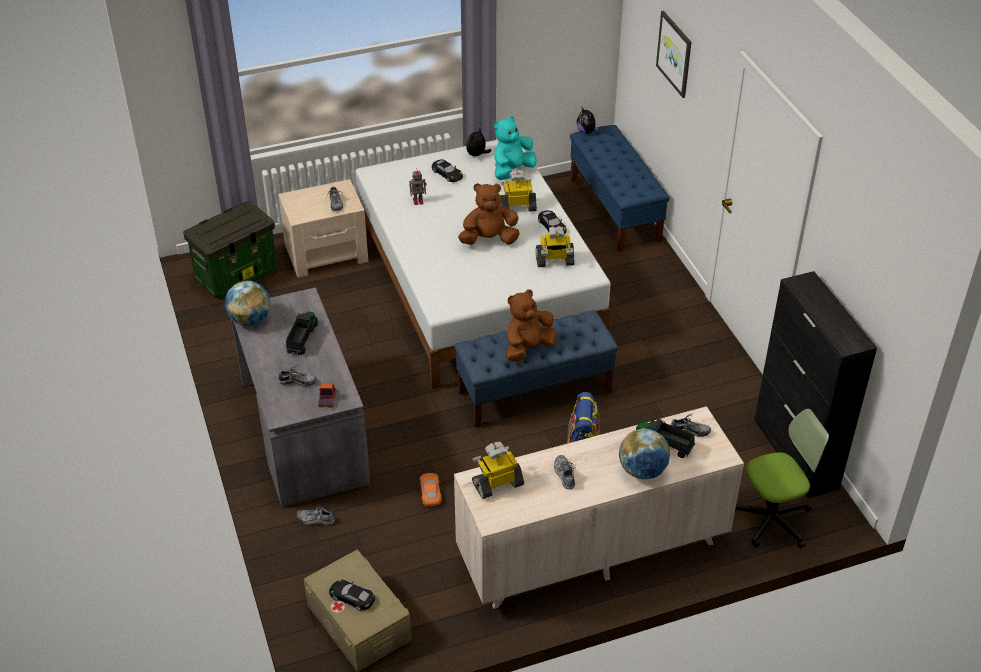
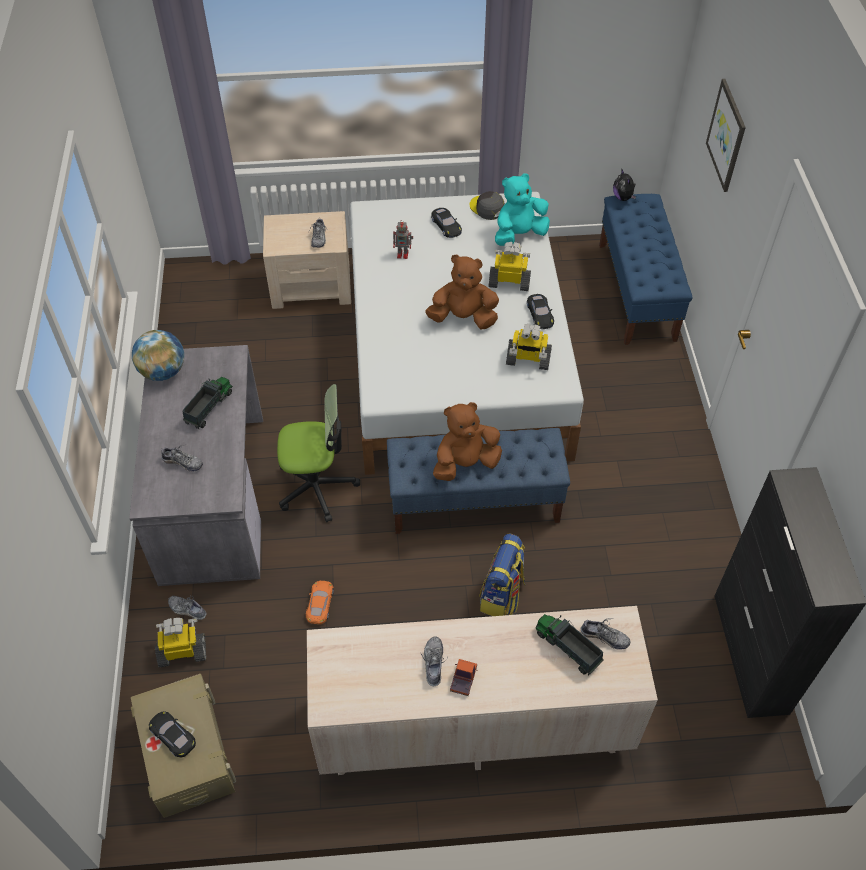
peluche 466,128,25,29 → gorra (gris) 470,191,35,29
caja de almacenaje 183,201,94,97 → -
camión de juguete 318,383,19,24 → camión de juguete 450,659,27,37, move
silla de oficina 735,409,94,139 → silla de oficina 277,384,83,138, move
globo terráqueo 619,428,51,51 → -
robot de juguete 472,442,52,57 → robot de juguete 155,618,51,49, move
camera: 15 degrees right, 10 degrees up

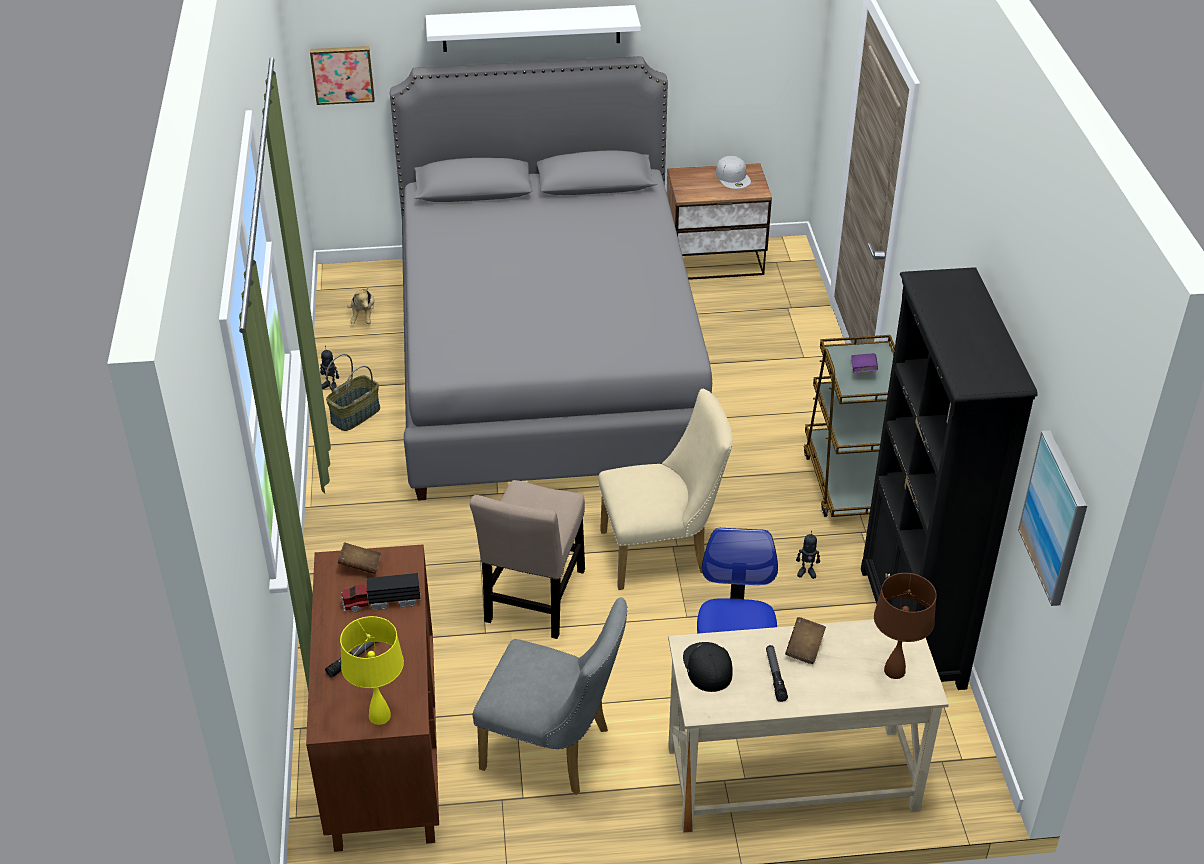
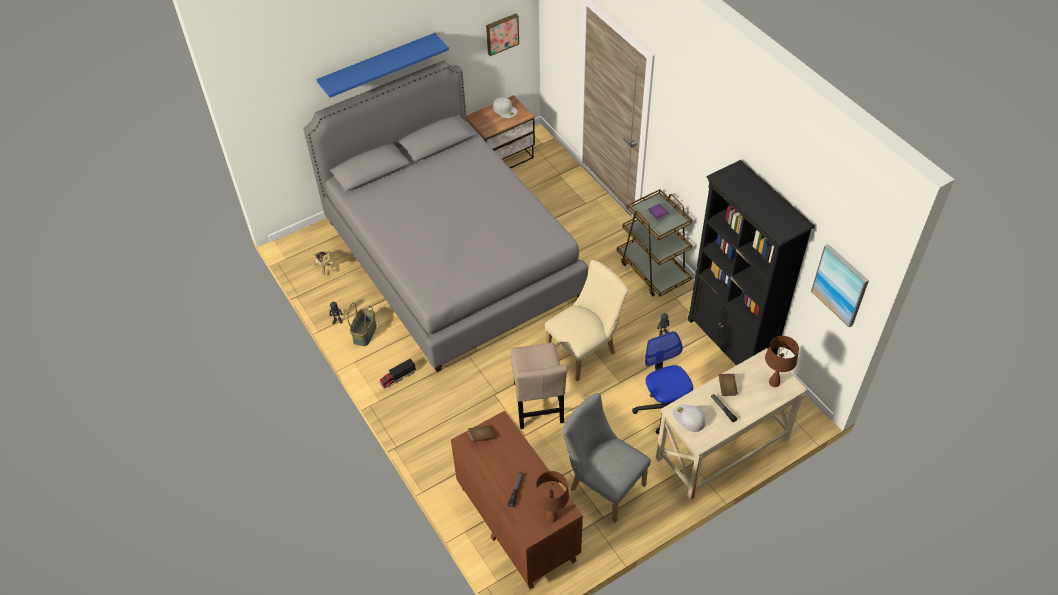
estante (blanco) 426,5,215,47 → estante (azul) 316,33,133,65
cuadro 310,46,65,59 → cuadro 486,14,33,42, move
camión de juguete 340,573,81,39 → camión de juguete 379,358,37,31, move
silla (gris) 473,597,154,198 → silla (gris) 562,393,89,130, 135 degrees counterclockwise
lámpara de mesa (amarillo) 340,616,64,109 → lámpara de mesa (marrón) 534,471,35,52
gorra (negro) 683,642,50,50 → gorra (blanco) 673,404,32,28
camera: 25 degrees left, 10 degrees up

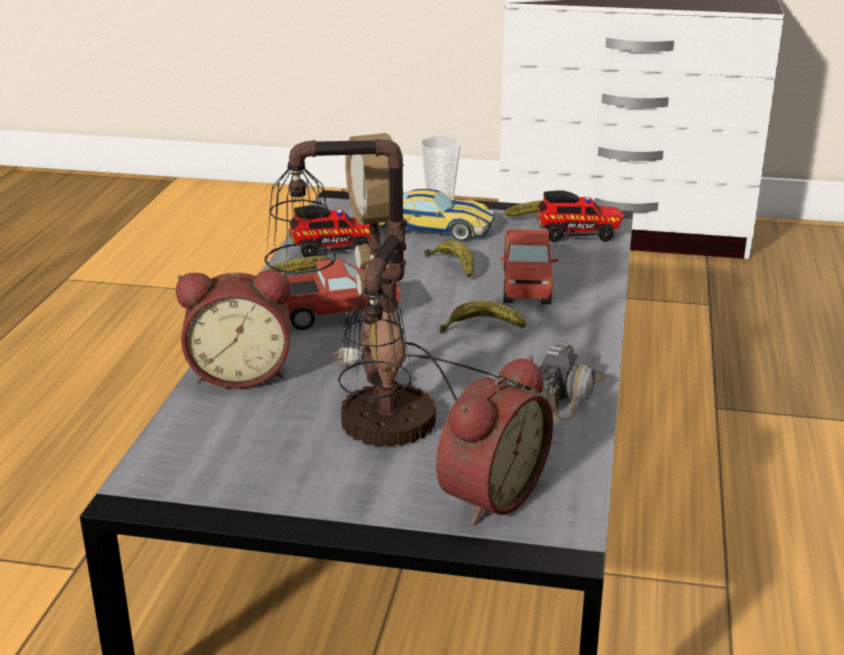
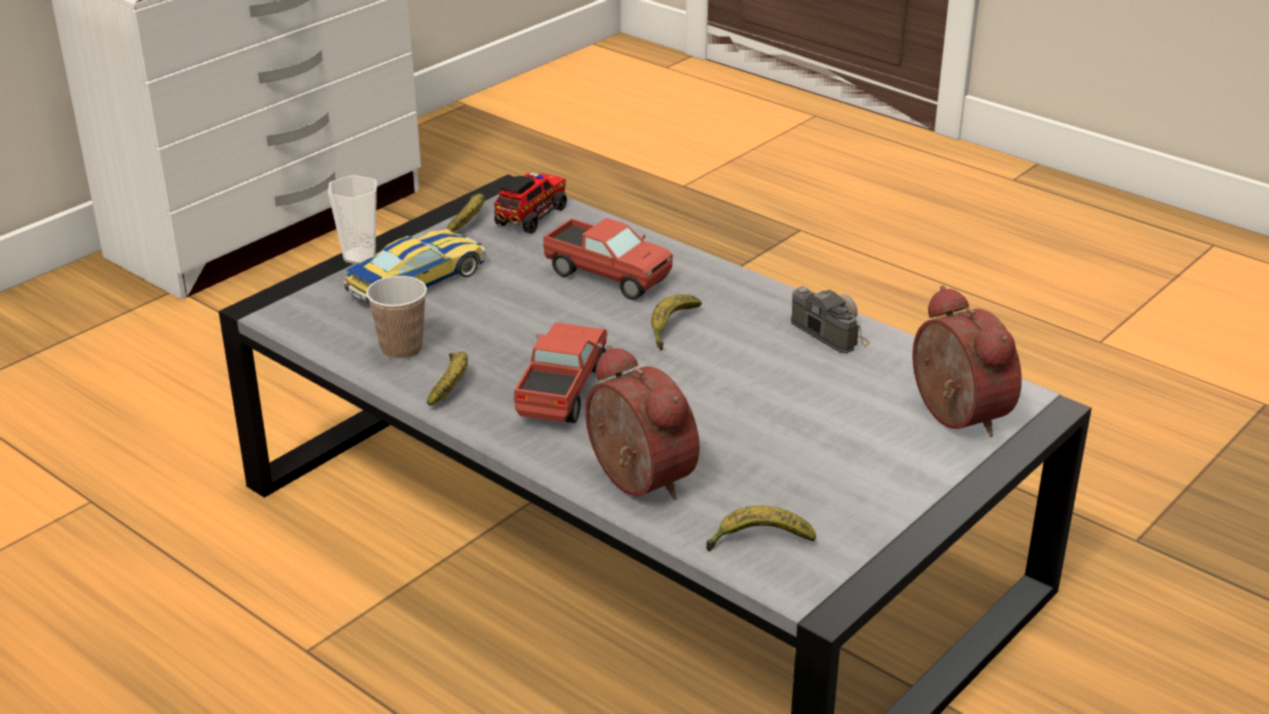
lámpara de mesa 265,133,243,314 → -
camión de juguete 288,205,82,52 → taza 366,276,61,84
plátano 424,240,50,38 → plátano 706,506,110,45, move
despertador 176,270,114,119 → despertador 585,345,115,155, 60 degrees counterclockwise
camera: 60 degrees left, 5 degrees up

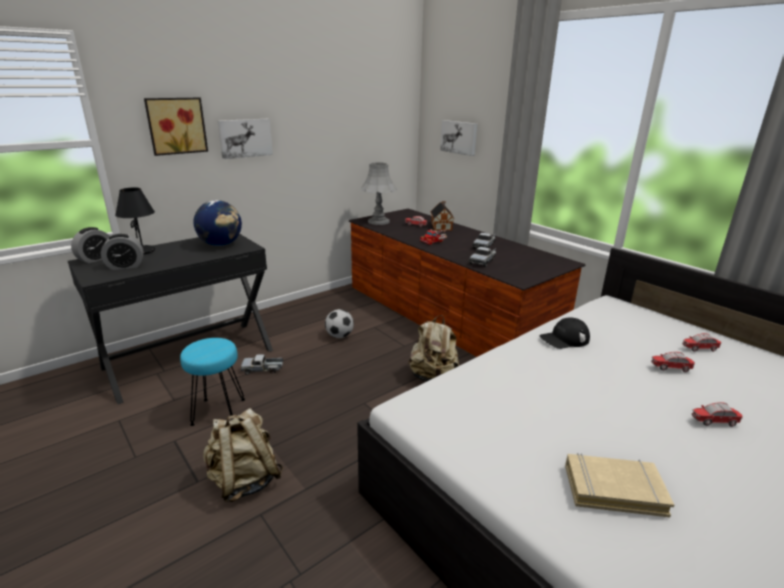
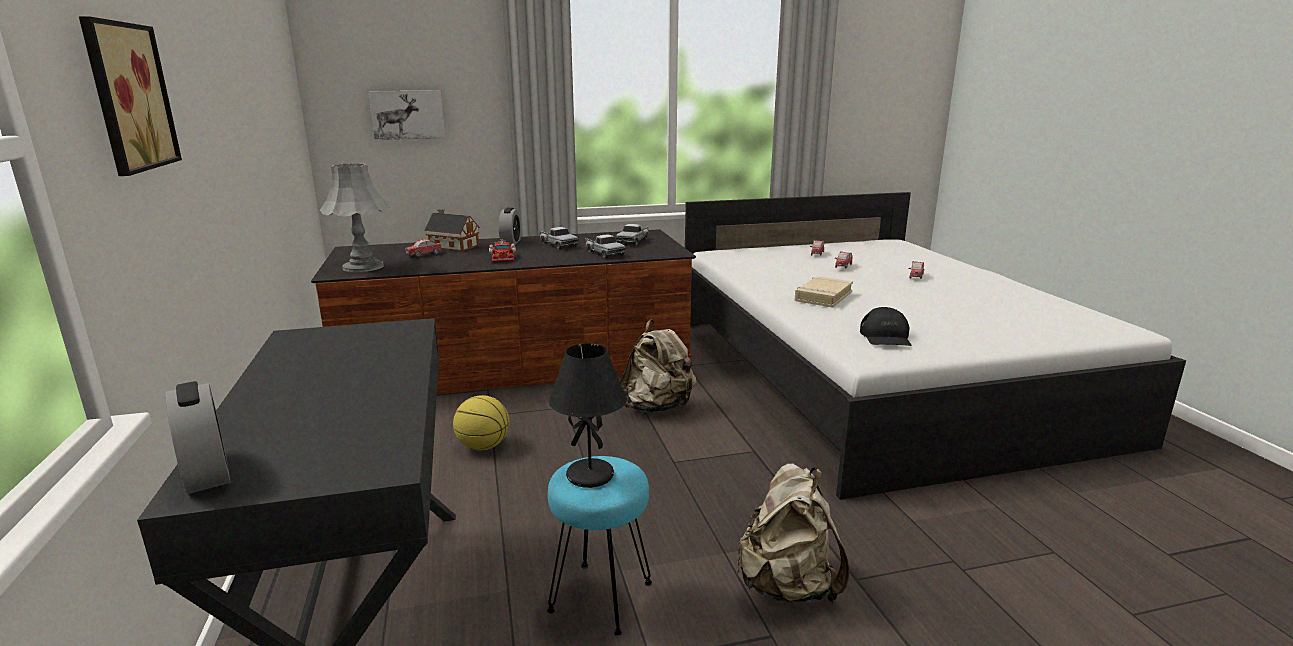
cuadro 217,119,56,40 → -
lámpara de mesa (negro) 115,188,40,67 → lámpara de mesa (negro) 549,343,78,145, move
globo terráqueo 193,200,49,46 → -
despertador 101,234,43,36 → despertador 499,208,22,37, move
balón de fútbol 325,309,29,29 → balón de baloncesto 453,395,56,55
gorra (negro) 539,318,51,31 → gorra (negro) 860,307,51,39, move
camión de juguete 241,354,42,20 → camión de juguete 615,224,34,22, move
libro (beis) 565,453,109,64 → libro (beis) 795,276,58,32, move
camera: 65 degrees left, 5 degrees down

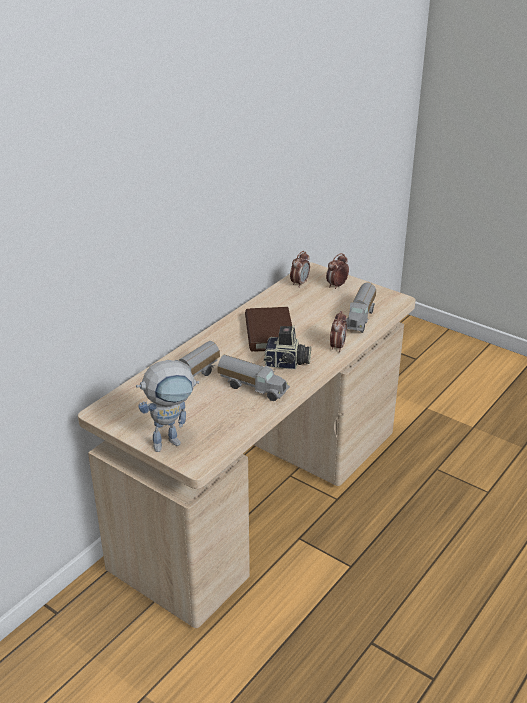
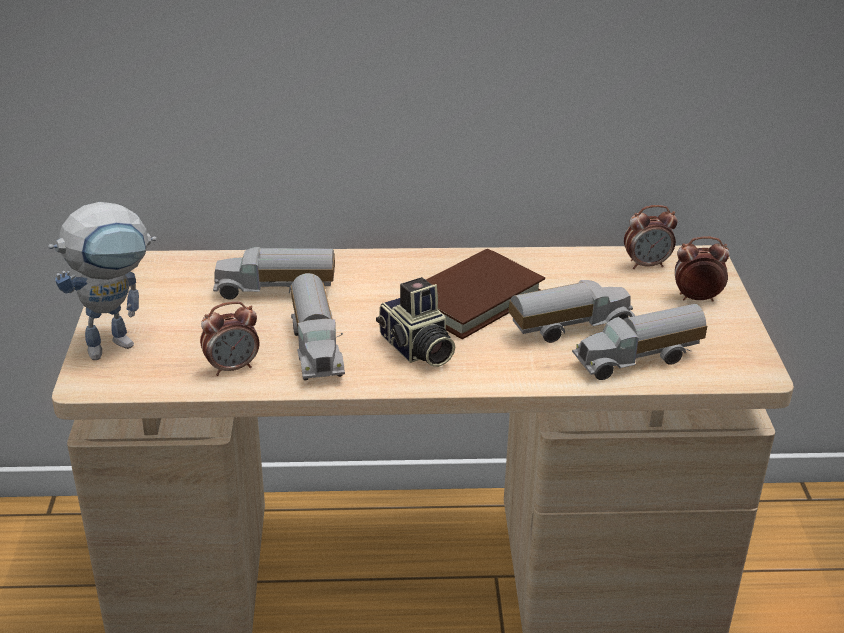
despertador 330,311,17,41 → despertador 200,302,59,74, move
robot de juguete 136,360,63,92 → robot de juguete 48,202,108,158, 60 degrees counterclockwise
- → camión de juguete 509,280,126,63
camera: 50 degrees right, 0 degrees up

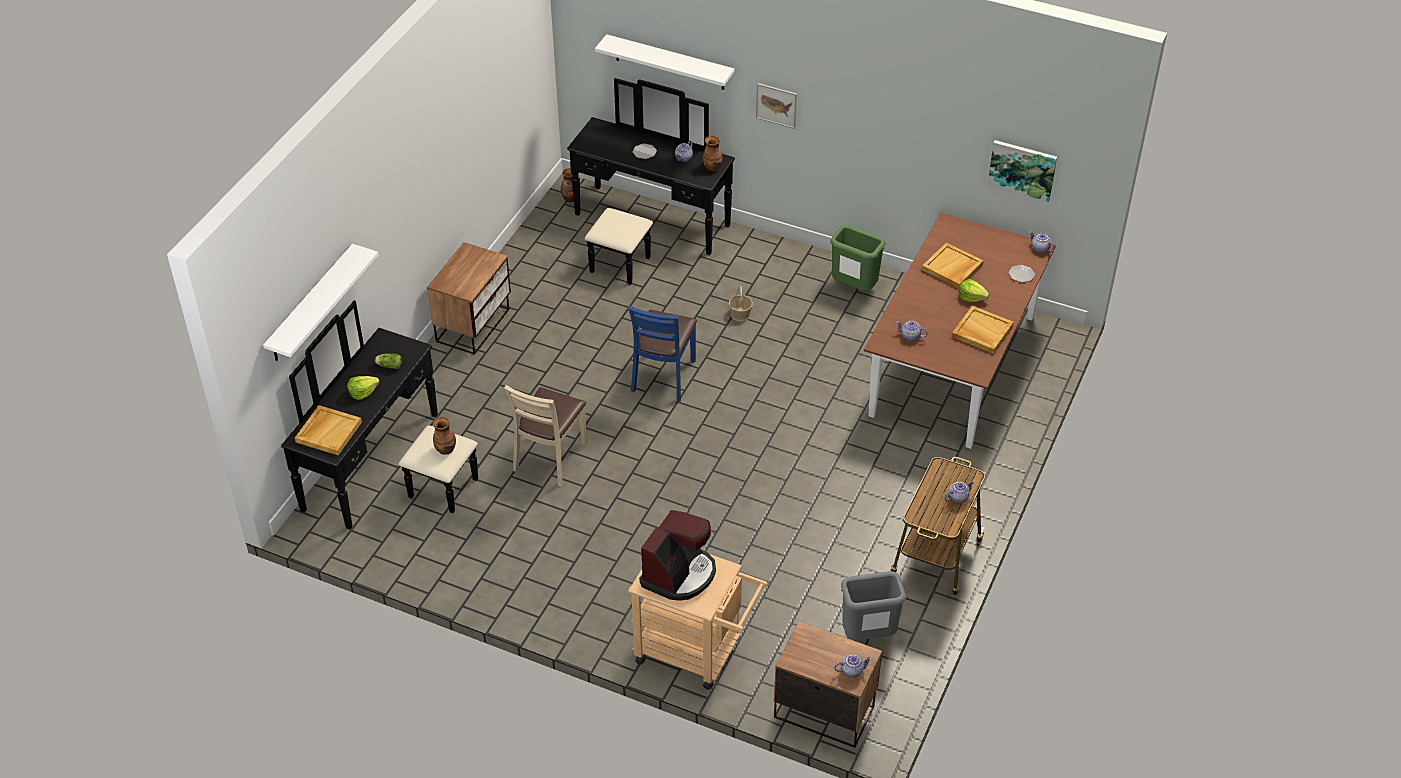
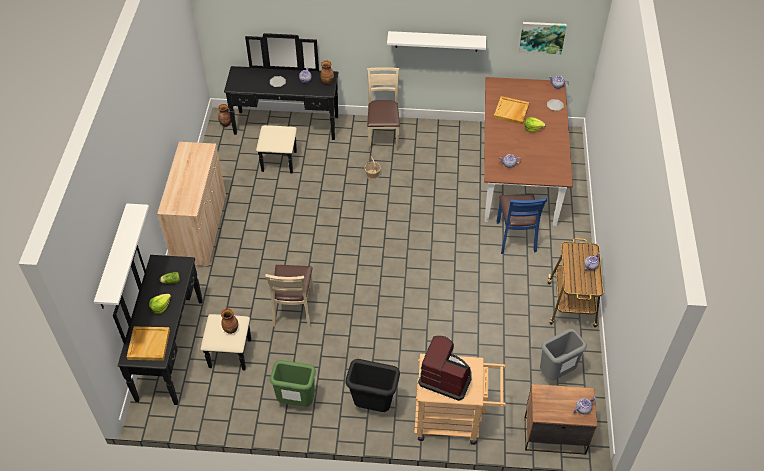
estante (blanco) 595,34,140,56 → estante (blanco) 387,31,99,21, move
cuadro 756,83,41,46 → -
papelera (verde) 830,225,56,66 → papelera (verde) 270,360,46,47, move
mesita de noche 427,242,84,113 → armario (beis) 157,142,69,125
silla (azul) 628,306,69,96 → silla (azul) 497,194,50,60, move
bandeja (beis) 952,306,62,48 → -
cafetera 639,510,77,91 → cafetera 418,336,54,65, 75 degrees counterclockwise
- → silla (beis) 367,67,33,84
- → papelera (negro) 345,359,55,53
camera: 20 degrees left, 5 degrees up

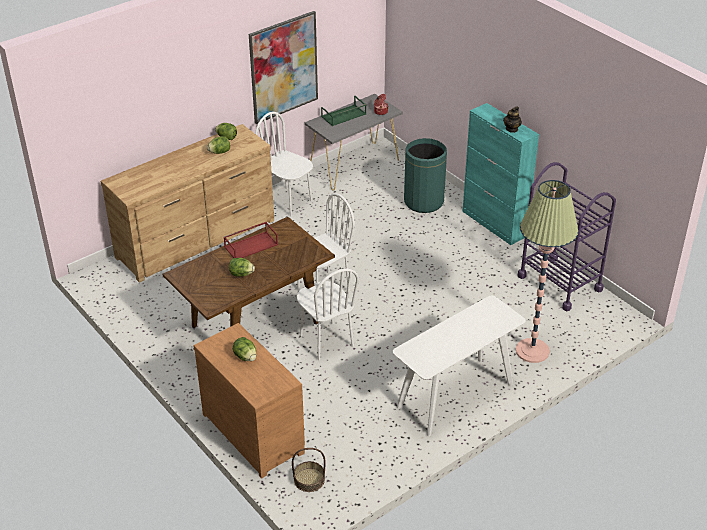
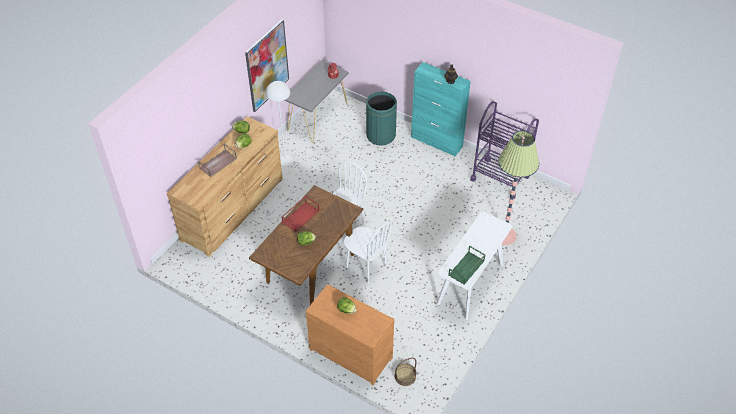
bandeja (verde) 321,96,45,30 → bandeja (verde) 448,246,38,39, move
silla (blanco) 255,112,58,104 → lámpara de pie (blanco) 266,81,27,85
- → bandeja (marrón) 198,143,39,34
camera: 20 degrees left, 10 degrees up

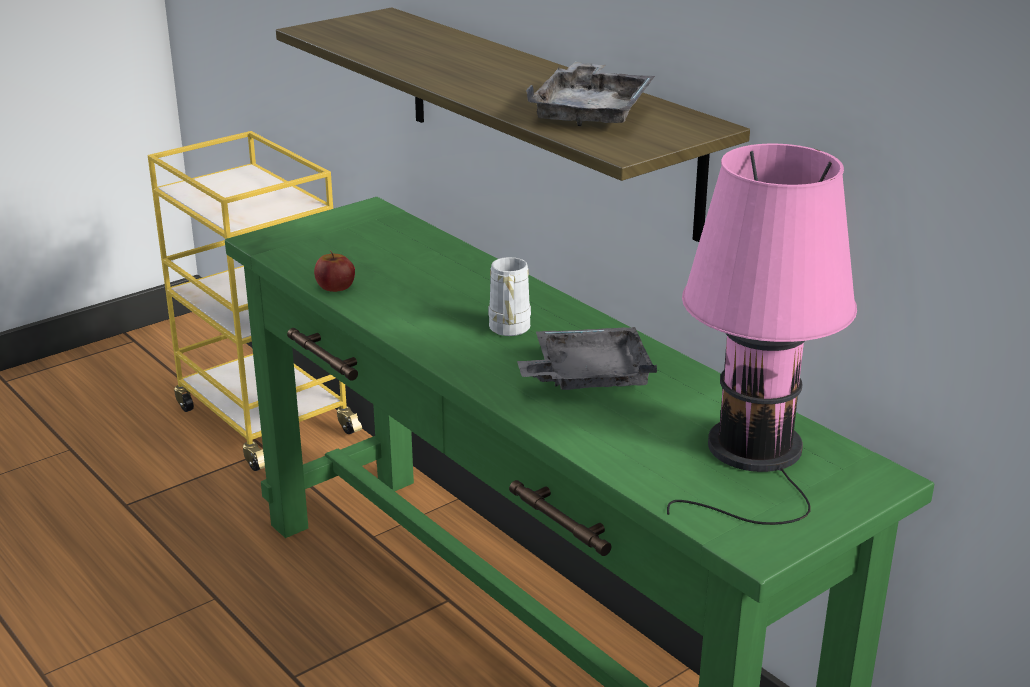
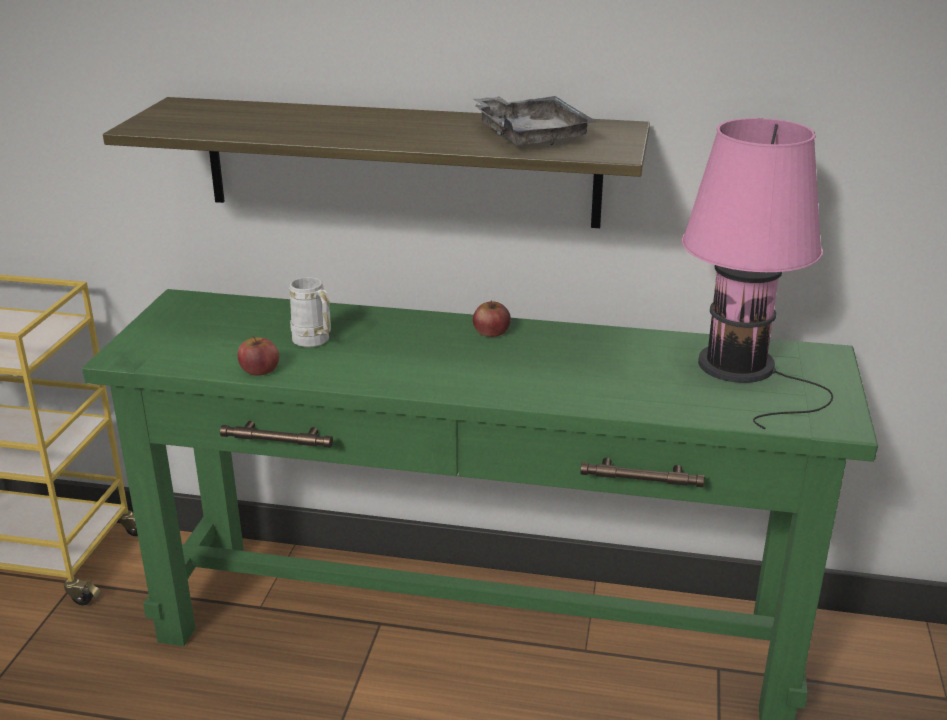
taza grande (blanco) 488,257,43,79 → taza grande (blanco) 289,277,42,70, move
bandeja (gris) 517,327,140,63 → -
- → manzana 473,301,38,36
camera: 40 degrees left, 0 degrees up

